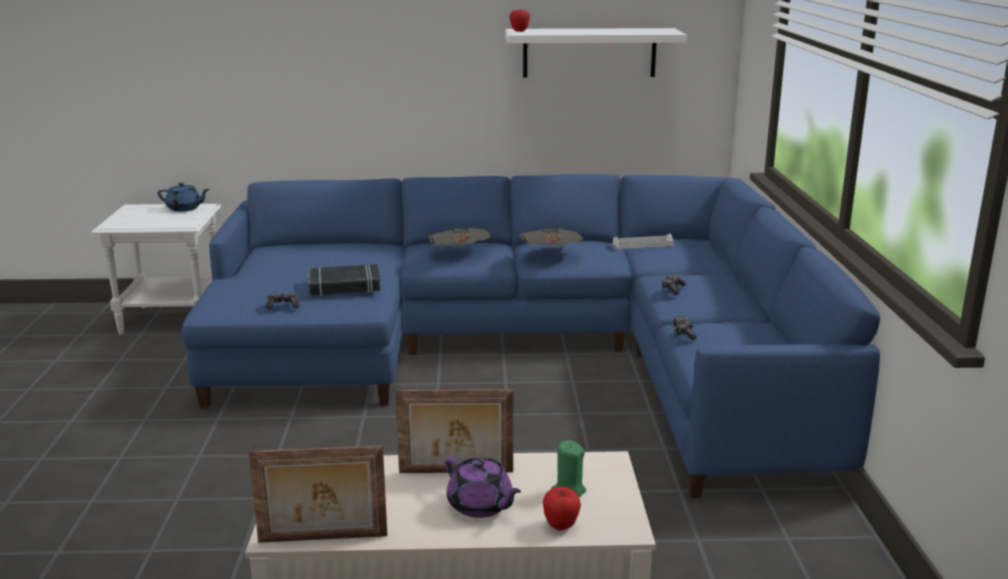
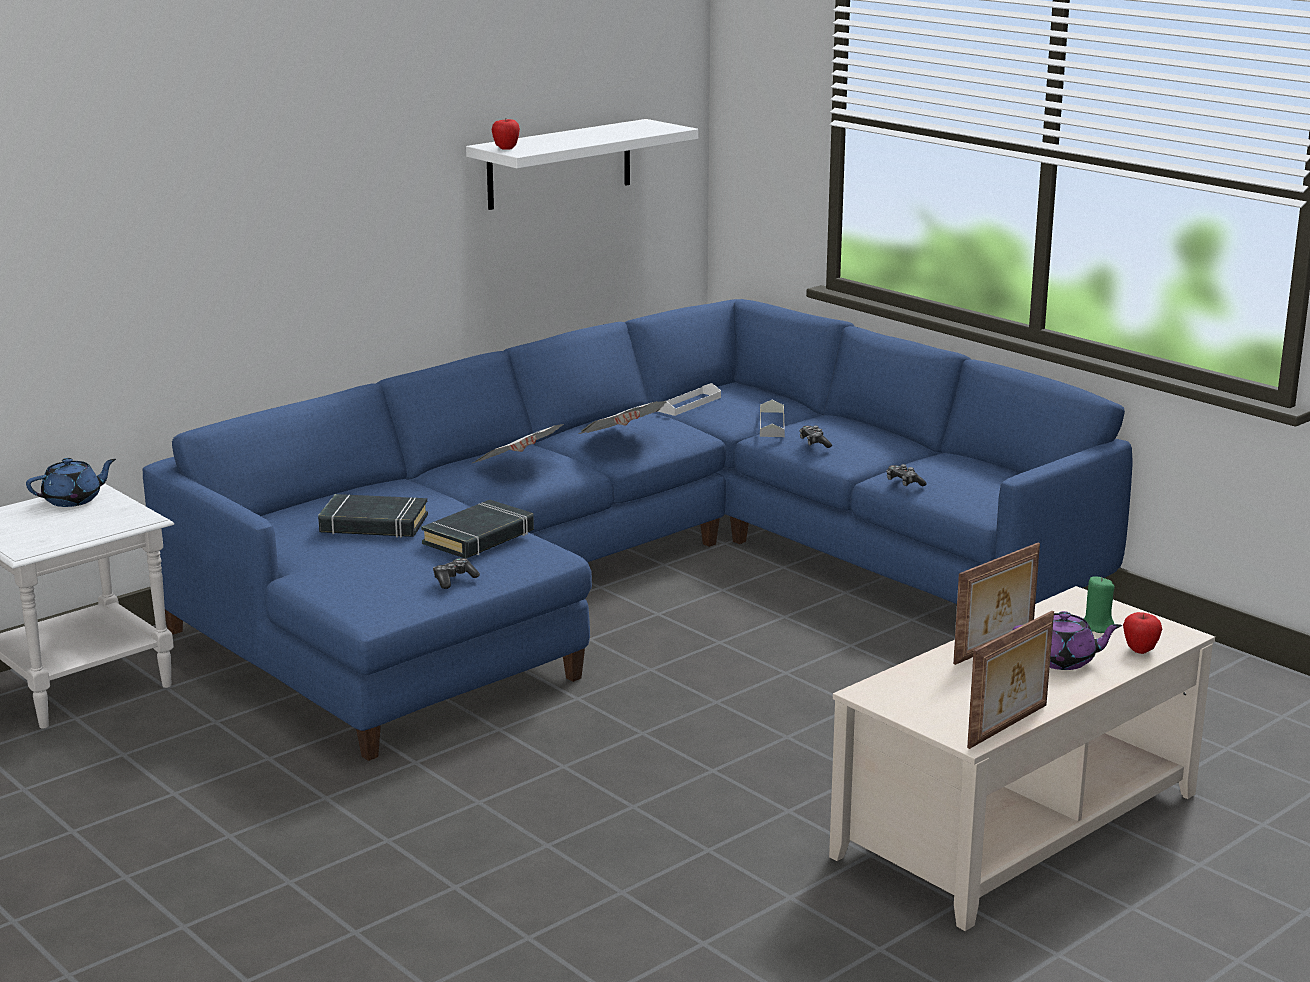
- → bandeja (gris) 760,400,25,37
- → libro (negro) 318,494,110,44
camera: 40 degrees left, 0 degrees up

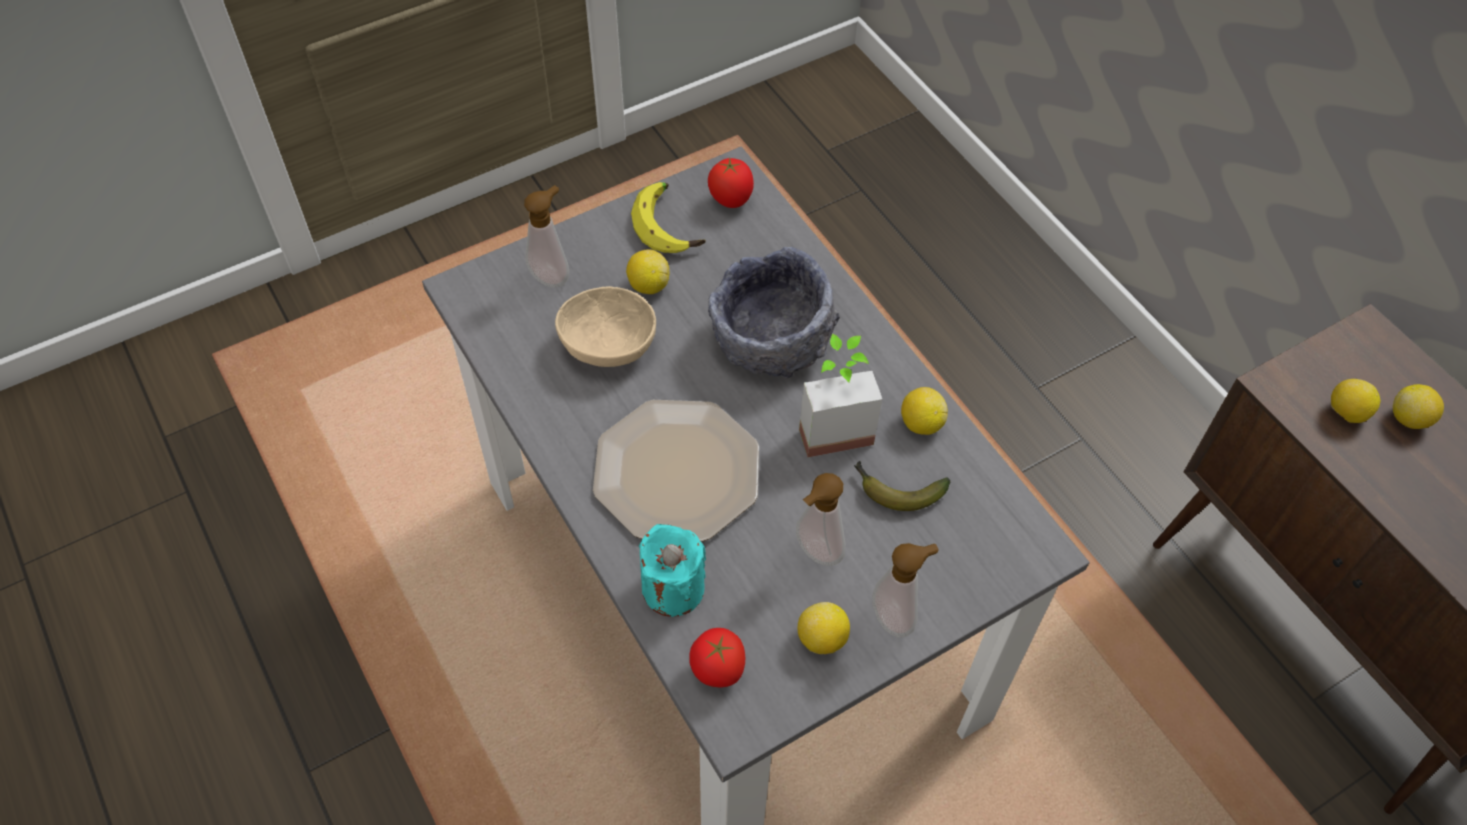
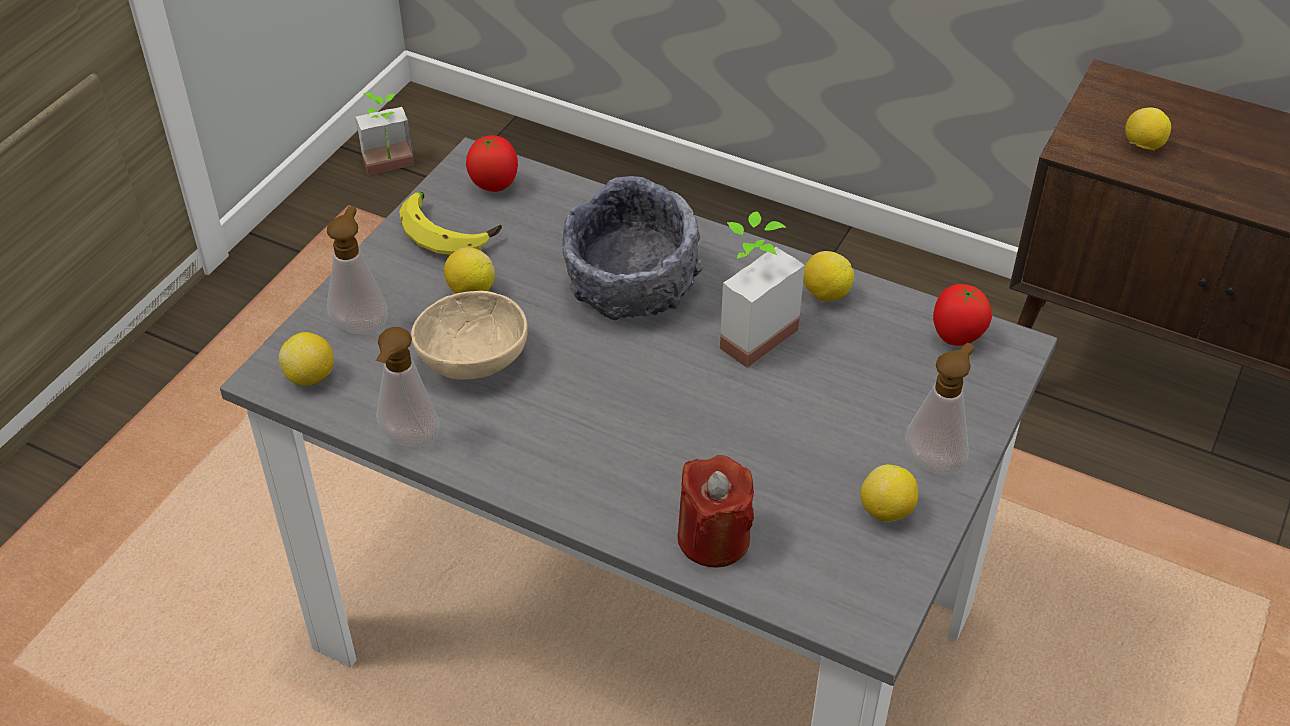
limón 1393,384,51,45 → limón 279,332,55,54, move
plato 593,400,166,142 → -
plátano 854,461,96,50 → -
dispensador de jabón 796,473,49,93 → dispensador de jabón 376,327,64,120, move
vela (turquesa) 639,524,67,93 → vela (rojo) 677,455,77,113
tomate 689,628,56,59 → tomate 933,284,59,62, move
- → planta en maceta 356,92,58,83
camera: 30 degrees left, 10 degrees down

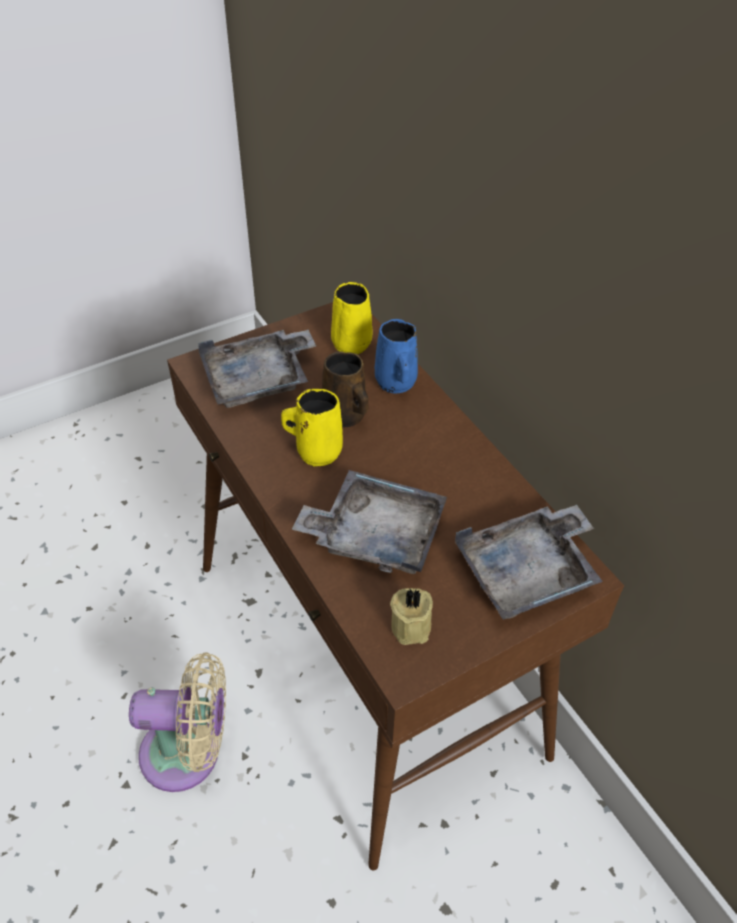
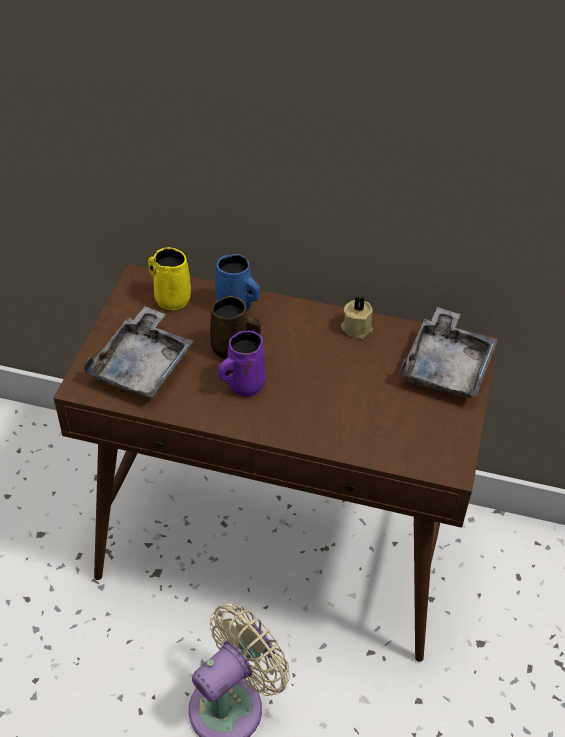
taza grande (amarillo) 281,389,62,78 → taza grande (morado) 218,331,48,66
bandeja (gris) 292,470,155,104 → -
vela (beis) 390,588,43,57 → vela (beis) 341,296,32,43, move
camera: 45 degrees left, 0 degrees up

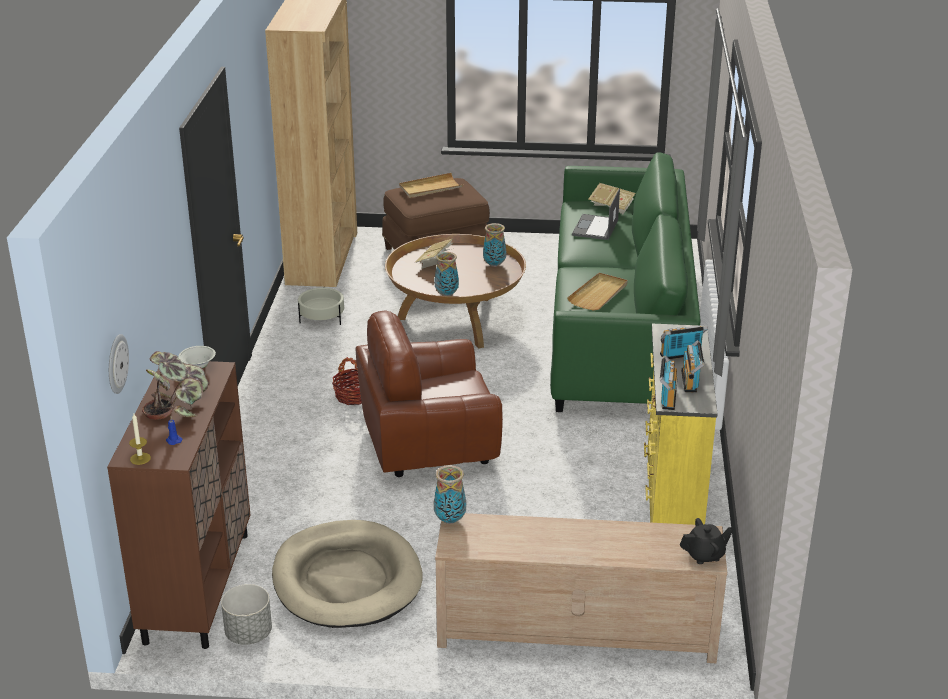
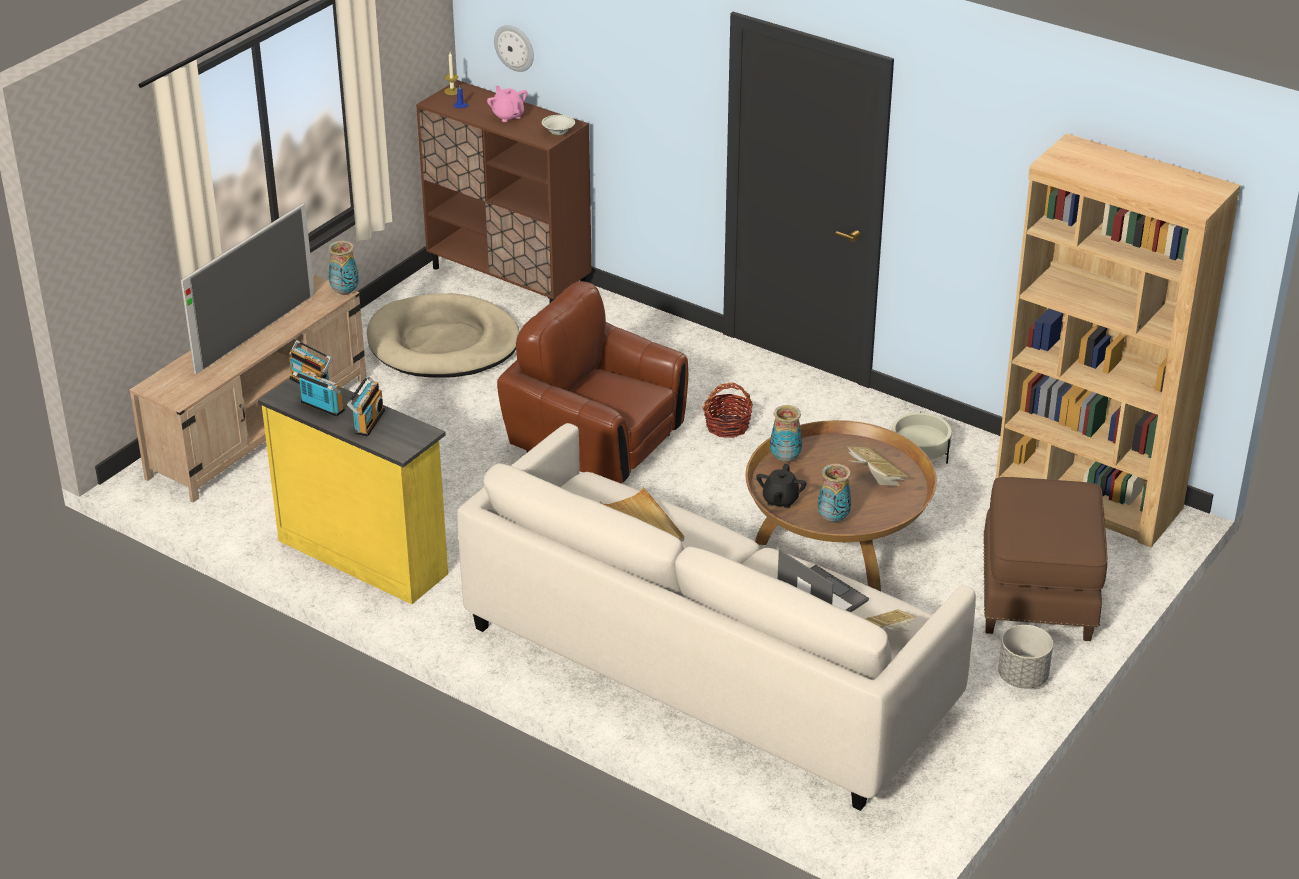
sofá (verde) 550,152,150,260 → sofá (blanco) 457,423,519,388
bandeja (beis) 399,173,64,25 → -
sillón (marrón) 356,310,147,167 → sillón (marrón) 497,281,191,203, 75 degrees counterclockwise
planta en maceta 142,351,67,69 → tetera (rosa) 487,85,41,37
tetera (negro) 680,518,53,46 → tetera (negro) 756,464,51,44, move
maceta (gris) 221,584,51,61 → maceta (gris) 998,625,55,63, move
- → televisor 181,203,134,171
camera: 120 degrees right, 5 degrees up

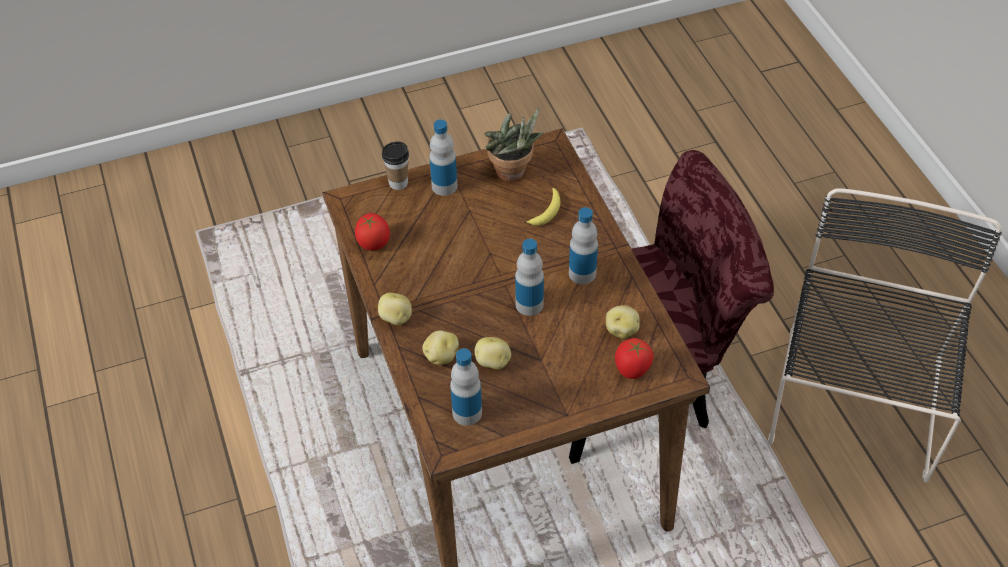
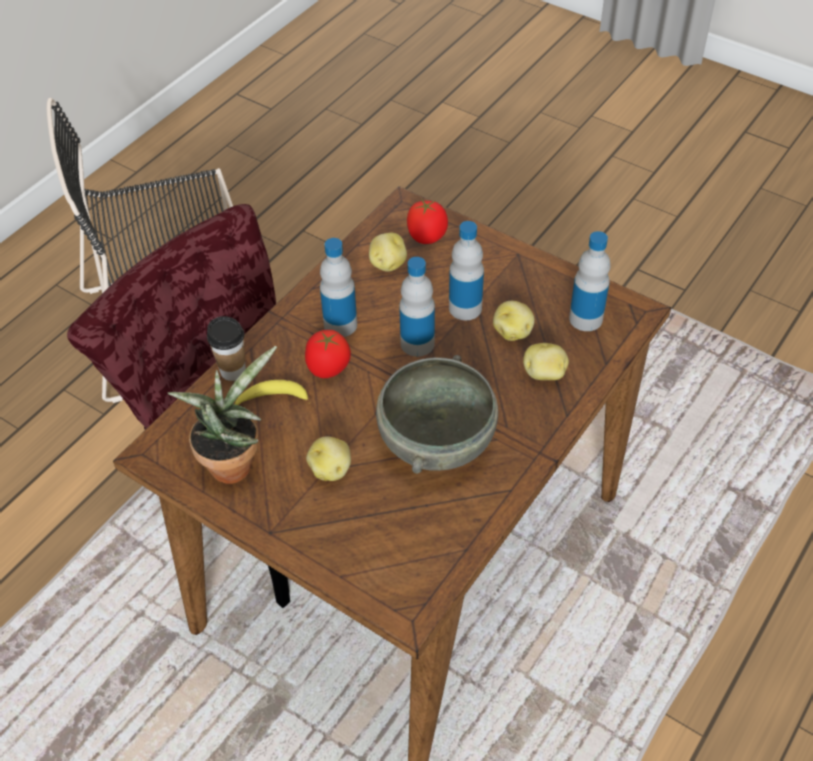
botella 429,119,28,77 → botella 449,221,35,99, move
taza 382,141,27,49 → taza 207,316,39,65, move
tomate 355,213,35,37 → tomate 305,330,46,48, move
patata 378,293,34,32 → patata 306,436,45,45, move
- → cuenco (gris) 376,355,122,119
camera: 125 degrees left, 0 degrees up

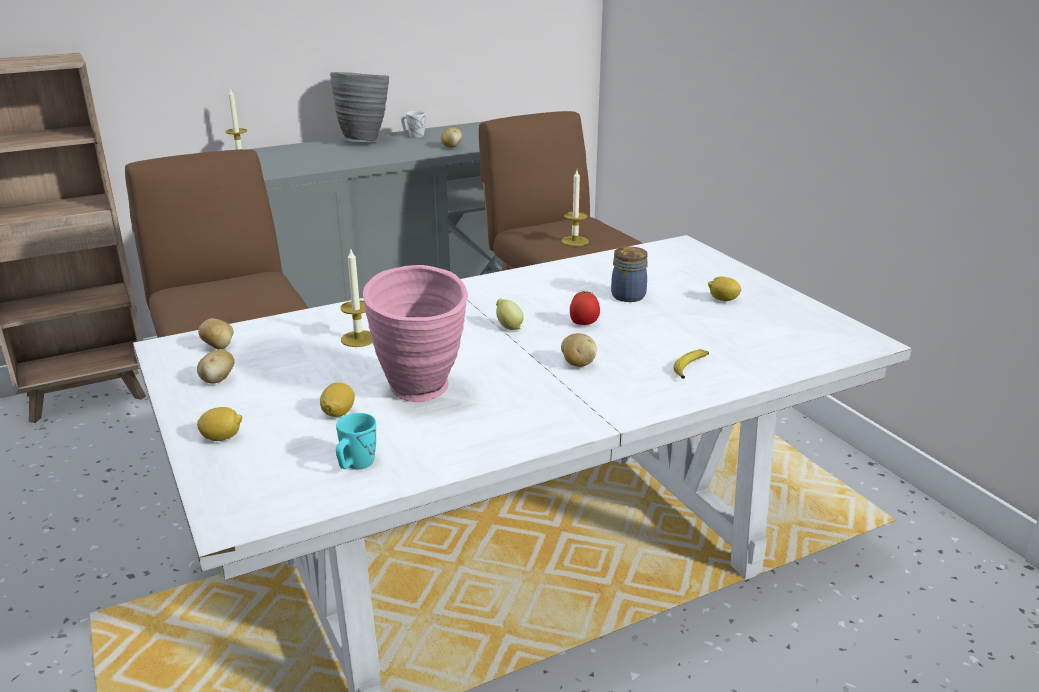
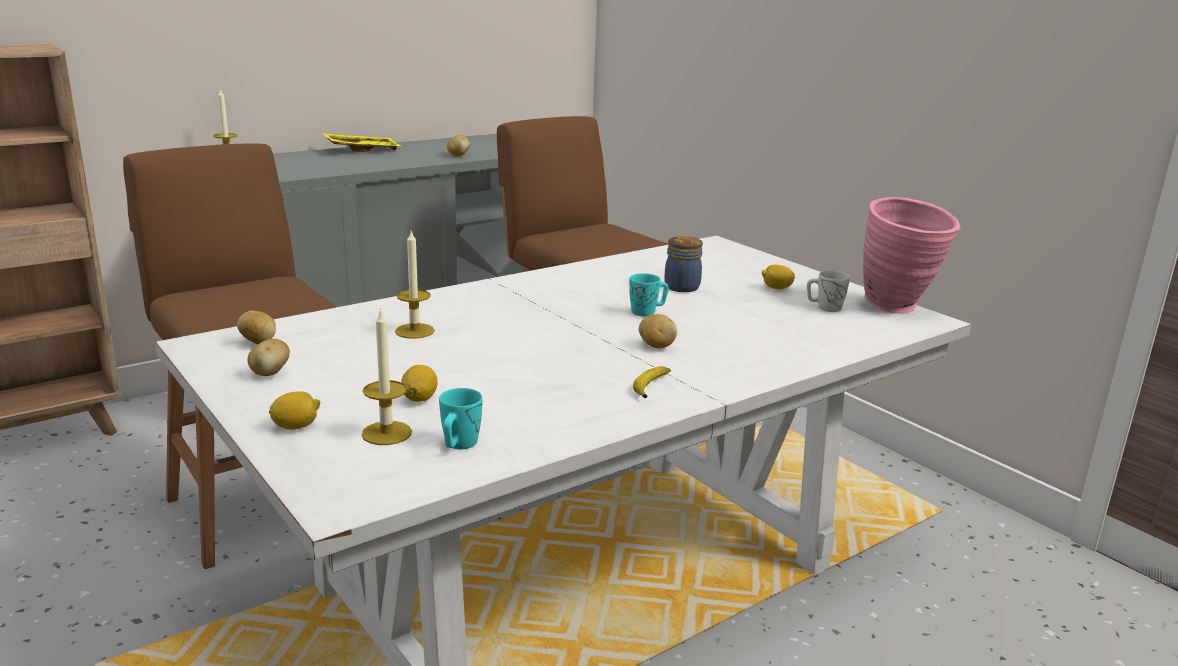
florero (gris) 330,72,59,70 → bandeja (amarillo) 322,133,80,19
taza grande (blanco) 401,111,25,27 → taza grande (blanco) 807,271,43,41, move
vela 561,170,28,76 → vela 362,308,50,137, move
florero (rosa) 363,265,105,137 → florero (rosa) 863,197,98,117, move
tomate 570,291,30,34 → taza grande (turquesa) 629,273,40,43
limón 496,298,28,32 → -
plátano 673,349,36,30 → plátano 633,366,38,32, move
camera: 10 degrees left, 5 degrees down

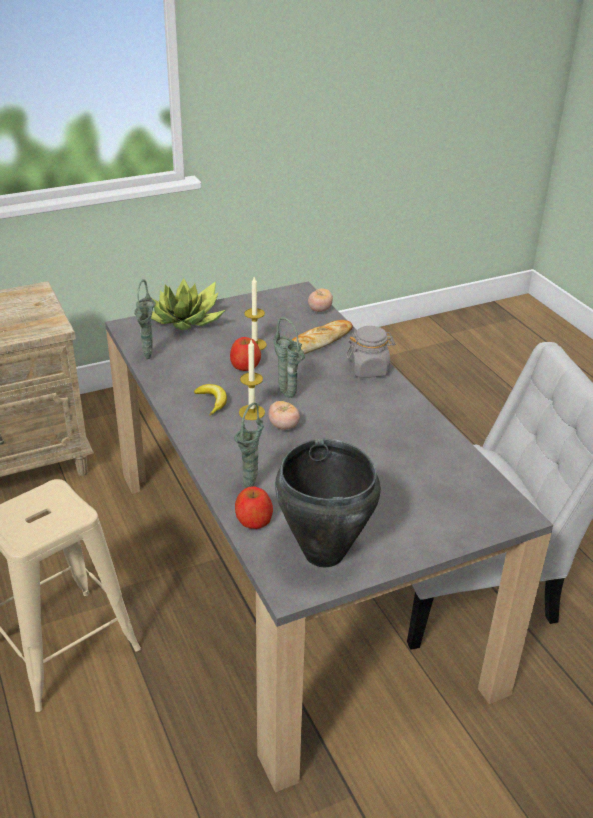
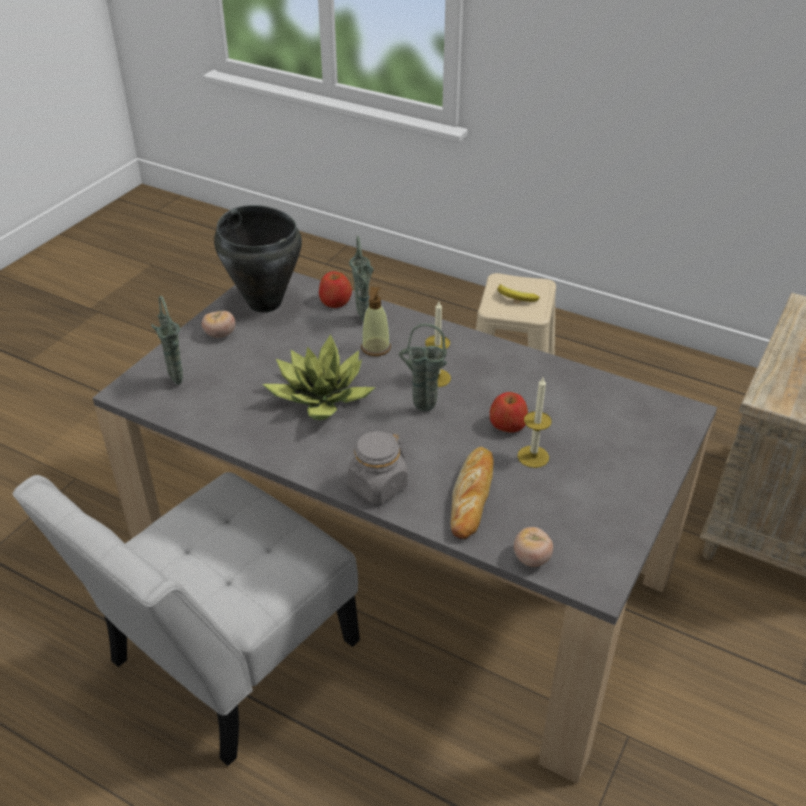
planta en maceta 151,278,74,52 → planta en maceta 262,334,114,86, move
florero (verde) 134,279,22,80 → florero (verde) 151,296,32,89, move
plátano 194,384,33,32 → plátano 498,284,42,18, move
tomate 269,401,31,29 → tomate 202,311,33,27, move
- → dispensador de jabón 361,287,30,69
camera: 145 degrees right, 5 degrees up

